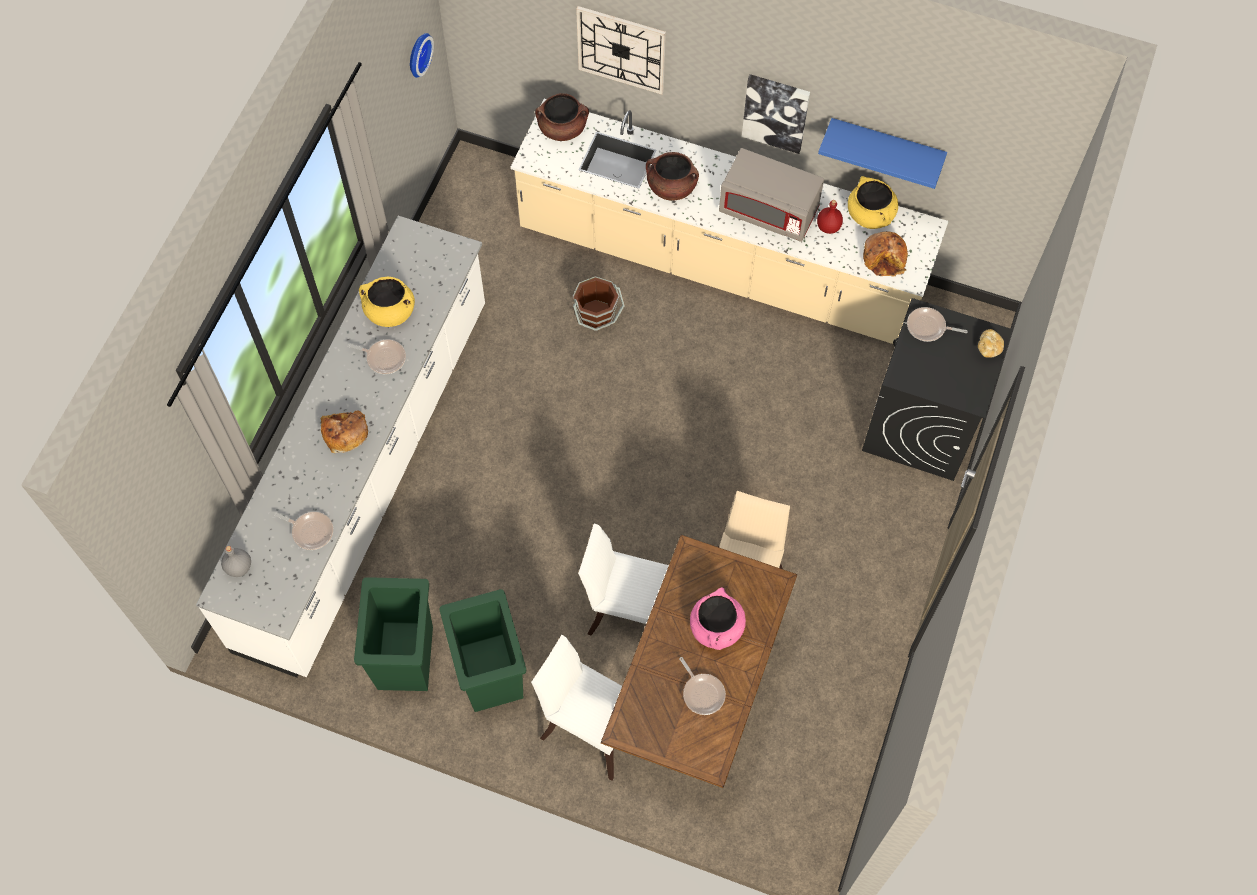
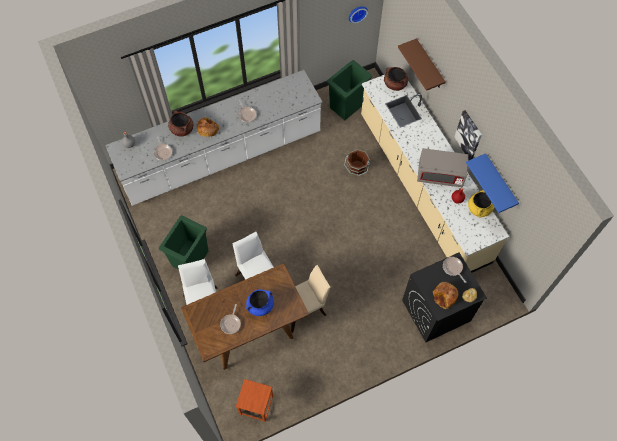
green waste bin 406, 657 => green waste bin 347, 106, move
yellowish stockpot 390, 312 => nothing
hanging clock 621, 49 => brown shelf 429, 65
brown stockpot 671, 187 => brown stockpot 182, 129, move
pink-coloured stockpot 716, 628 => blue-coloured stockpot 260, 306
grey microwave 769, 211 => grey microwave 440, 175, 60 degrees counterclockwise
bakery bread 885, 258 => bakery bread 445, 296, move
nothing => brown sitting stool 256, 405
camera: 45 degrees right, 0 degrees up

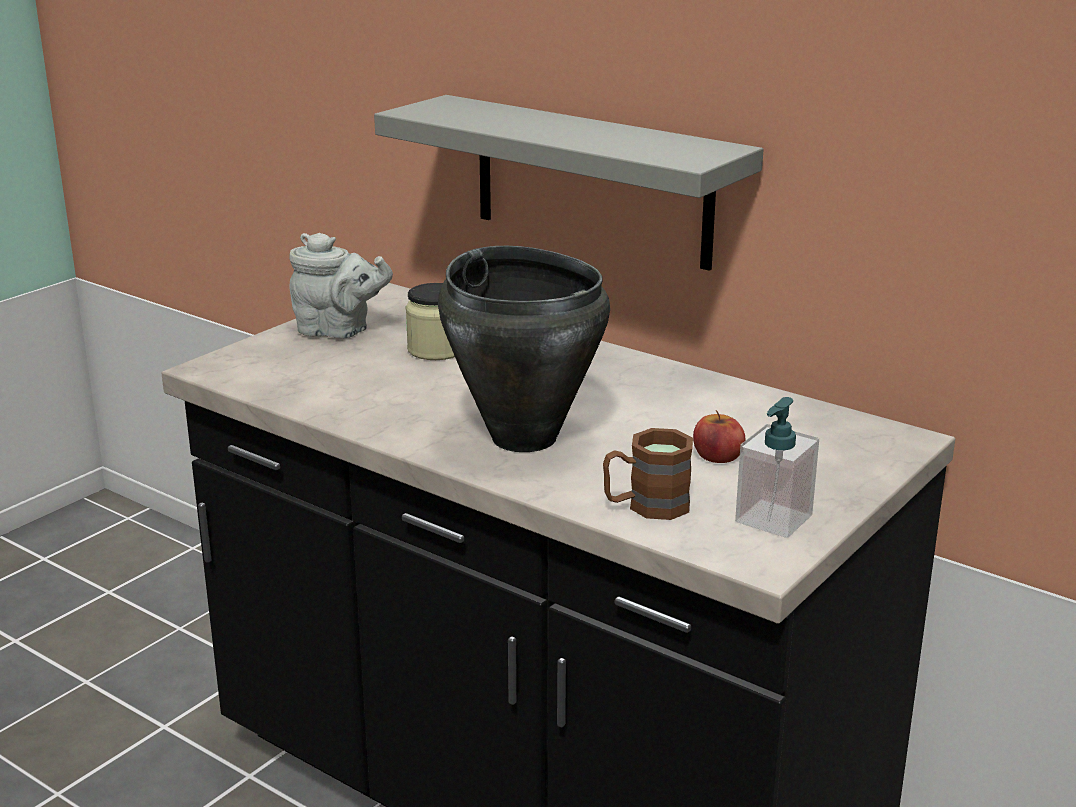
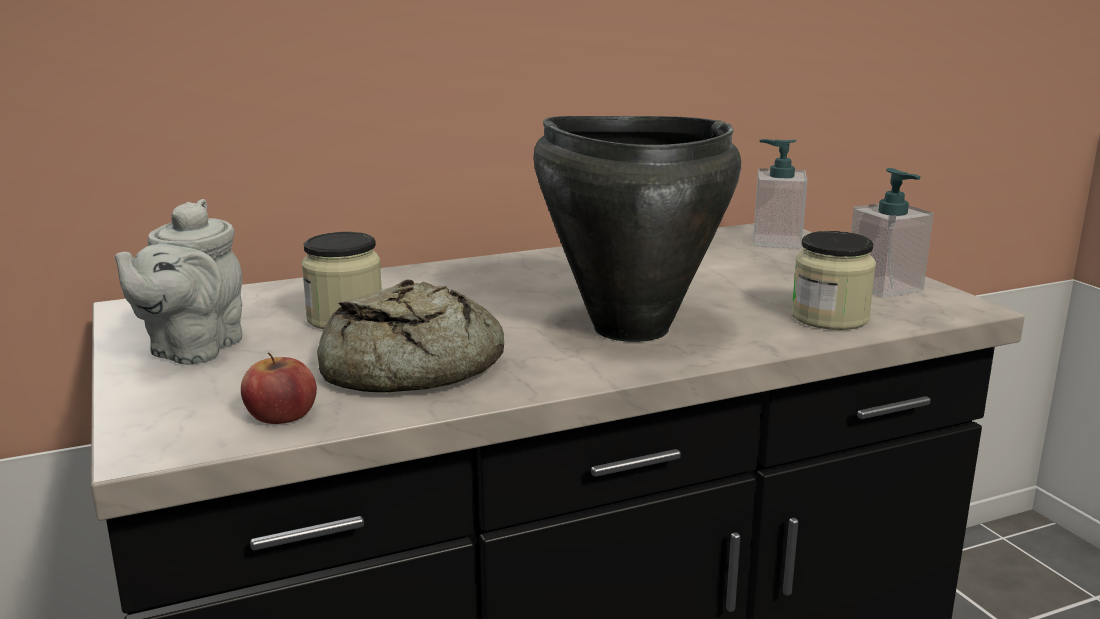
grey tea pot 338, 331 => grey tea pot 192, 350, 150 degrees clockwise
grey shelf 592, 181 => nothing
brown tea mug 646, 506 => storage jar 829, 317
apple 718, 455 => apple 281, 414, move
nothing => bakery bread 408, 367
nothing => soap bottle 776, 241
camera: 60 degrees left, 5 degrees down

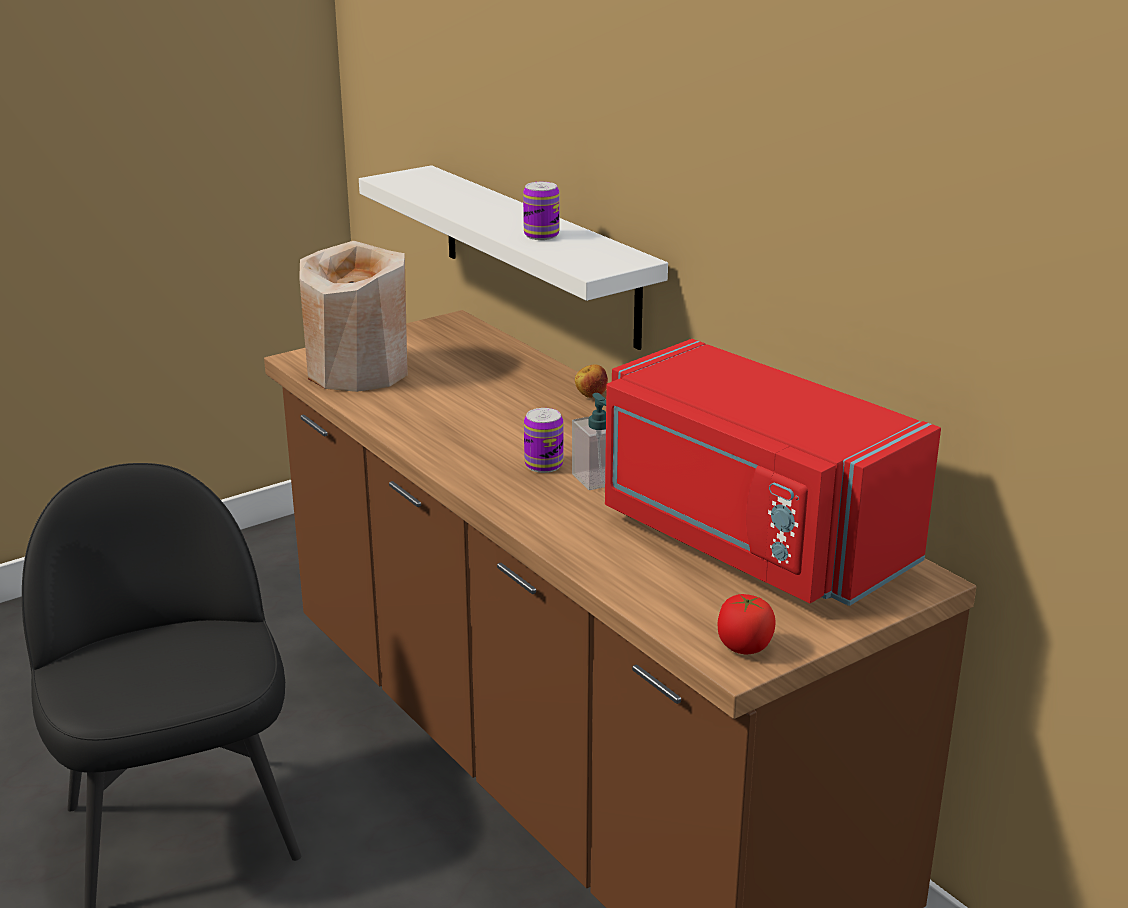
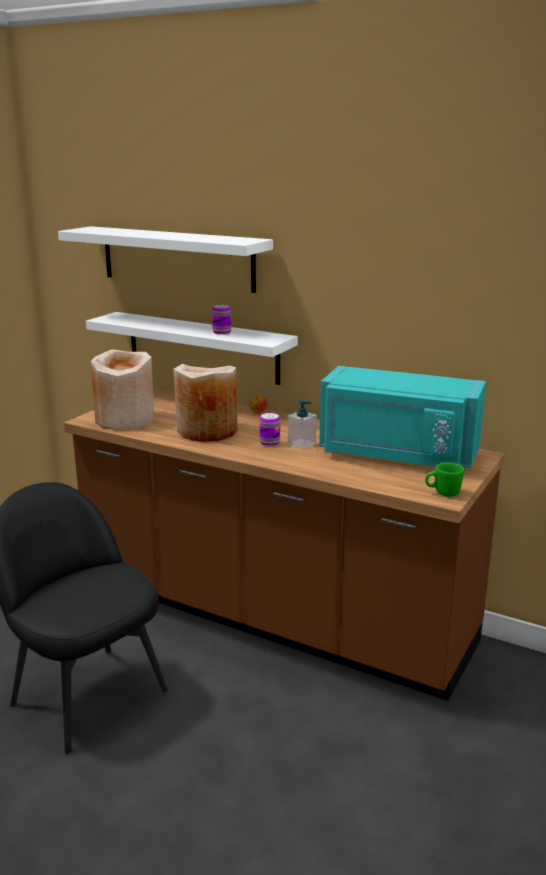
red microwave 748, 541 => turquoise-coloured microwave 397, 455
fresh tomato 744, 647 => green tea mug 442, 493
nothing => white-coloured shelf 177, 258
nothing => sand-coloured decorative vase 207, 431
camera: 25 degrees left, 5 degrees down

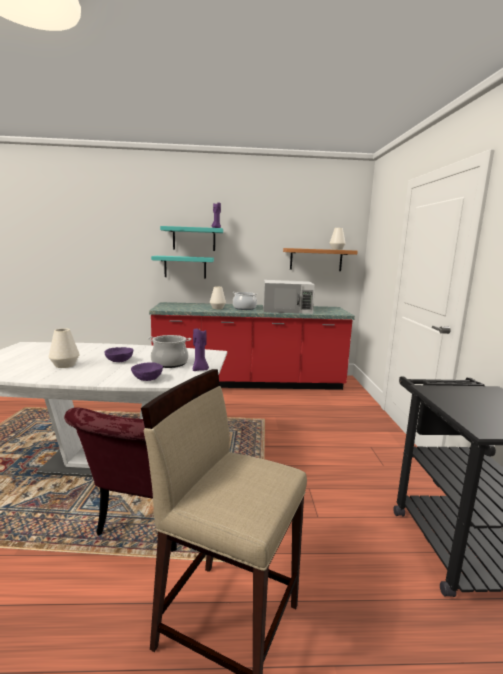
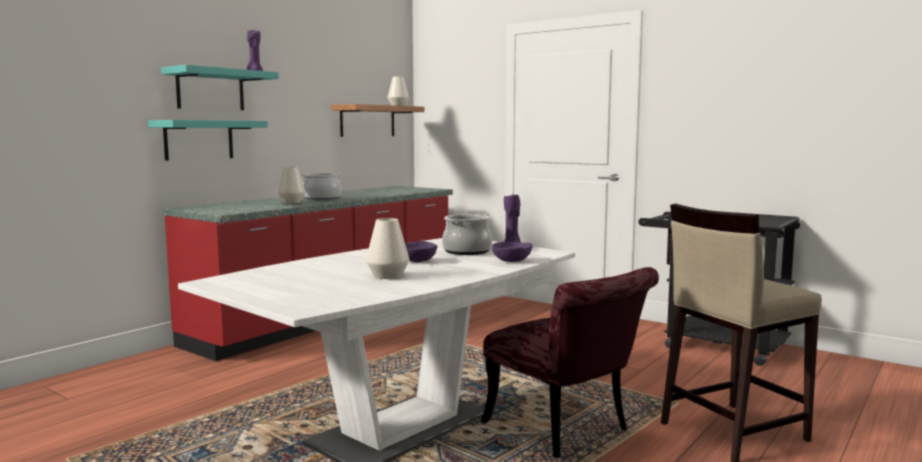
white-coloured microwave 287, 309 => nothing
camera: 50 degrees left, 5 degrees down

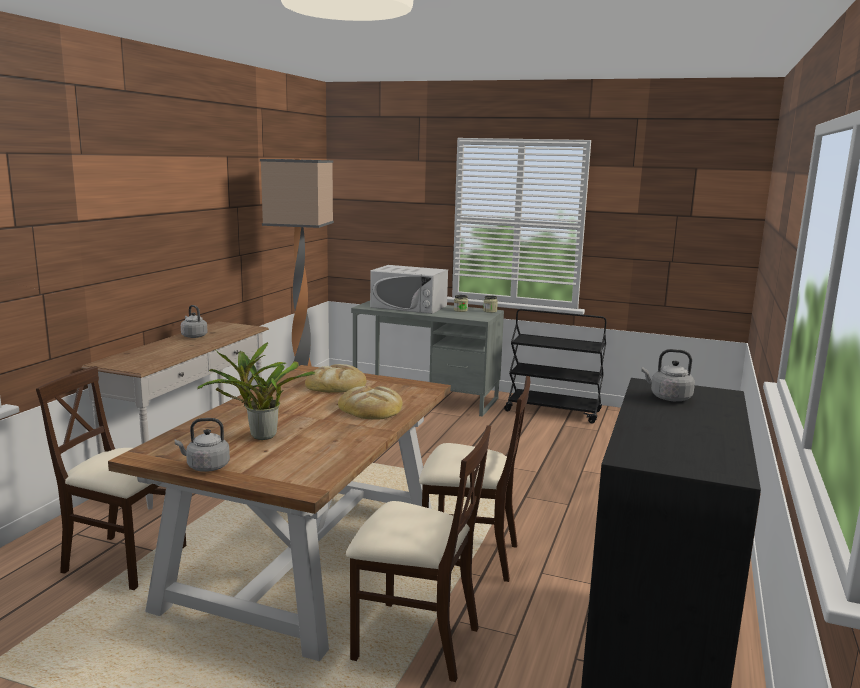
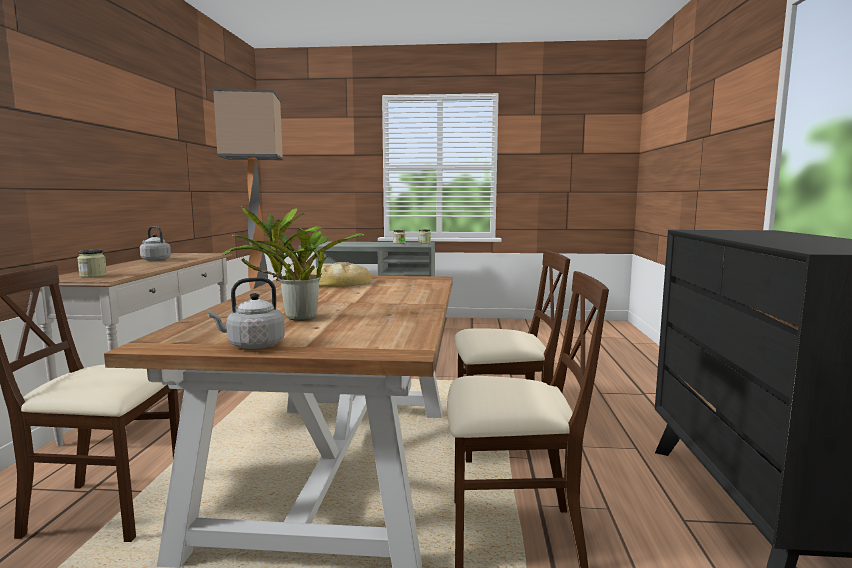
bakery bread 371, 408 => nothing
white-coloured microwave 409, 306 => nothing
blackish wheeled cart 553, 411 => nothing
grey tea kettle 668, 398 => nothing
nothing => storage jar 93, 276
camera: 15 degrees left, 5 degrees down

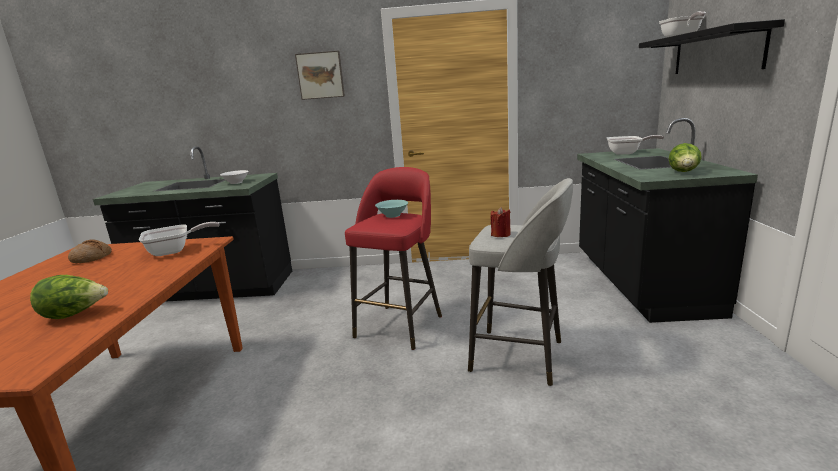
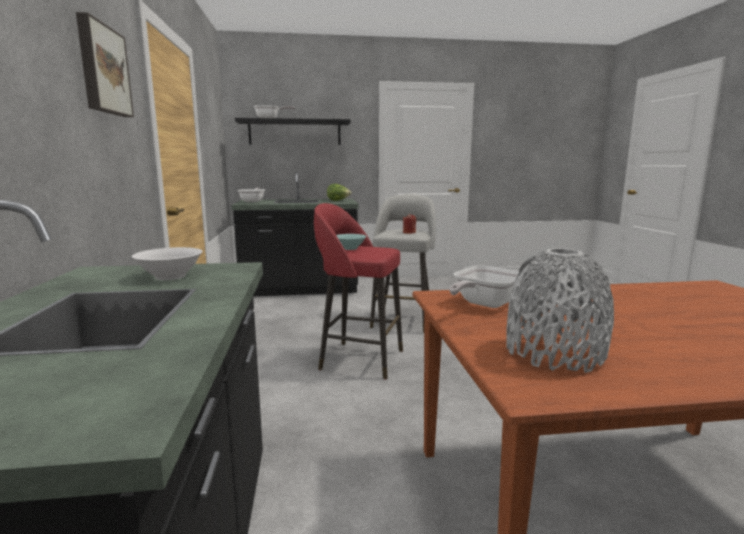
lettuce head 75, 314 => nothing
bakery bread 91, 258 => grey decorative vase 554, 353
pan 175, 251 => pan 484, 304, 105 degrees counterclockwise
camera: 100 degrees left, 5 degrees down

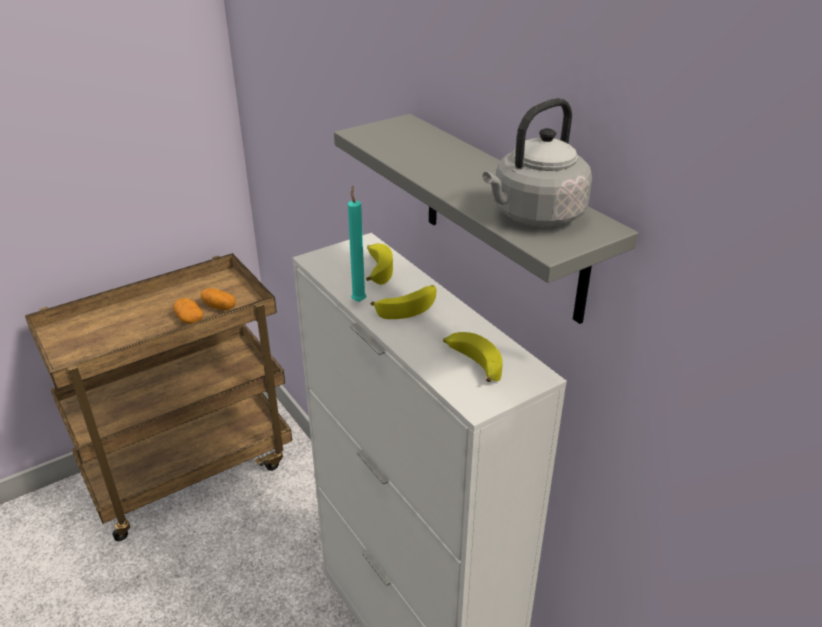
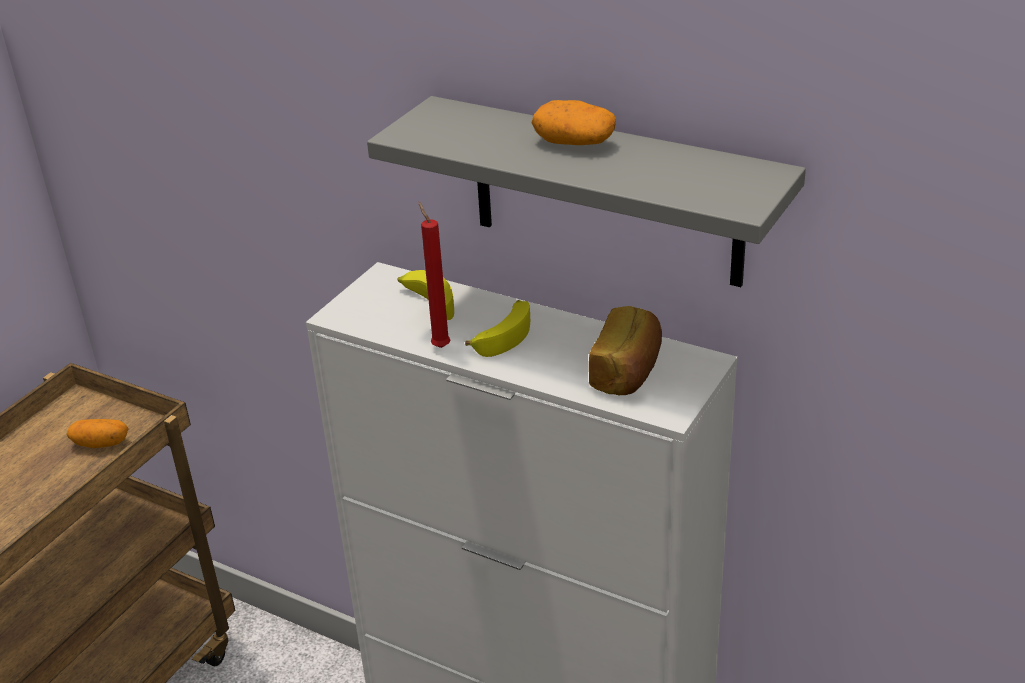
whole potato 189, 319 => whole potato 574, 143, move
turquoise-coloured wax light 359, 300 => red wax light 439, 346
banana fruit 472, 363 => bakery bread 628, 372
grey tea kettle 534, 216 => nothing
camera: 25 degrees left, 0 degrees up

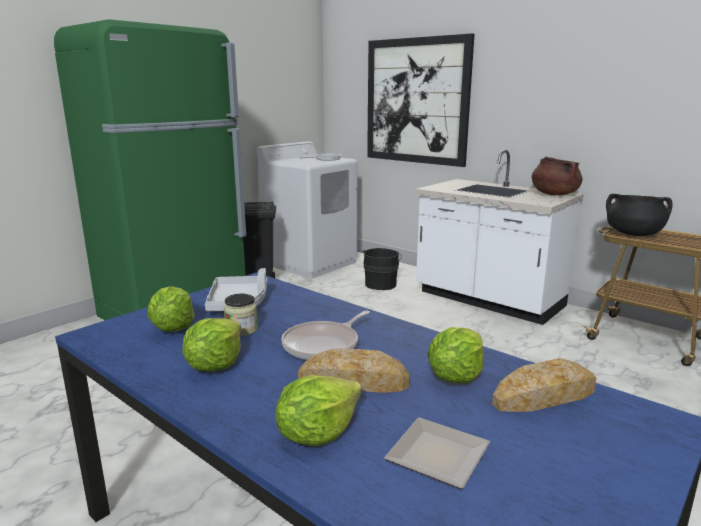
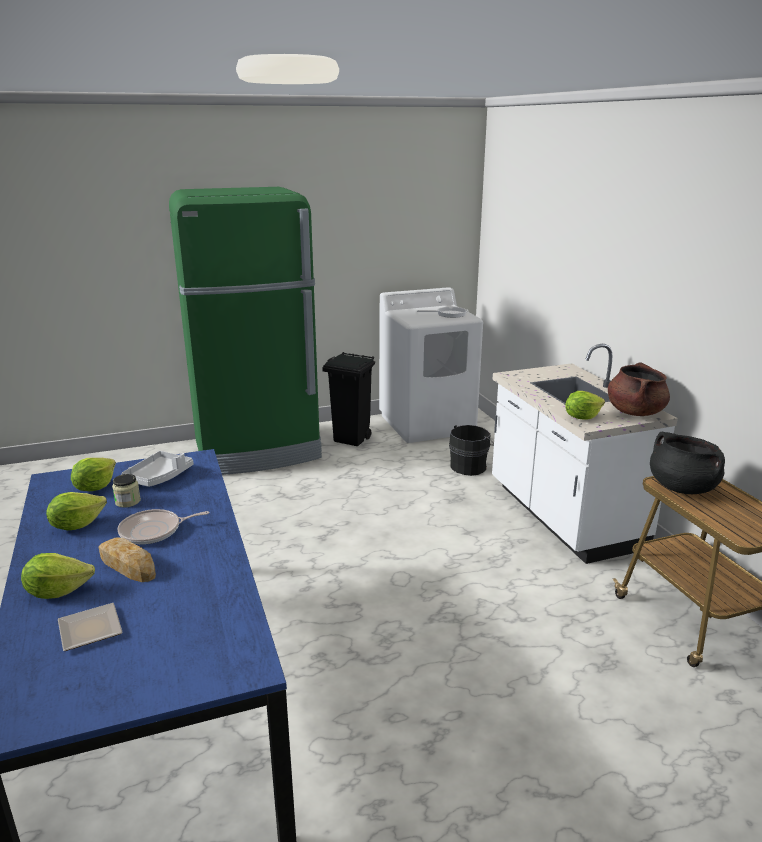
wall picture 416, 101 => nothing
lettuce head 456, 376 => lettuce head 582, 417, move
bakery bread 544, 396 => nothing
camera: 30 degrees right, 5 degrees up

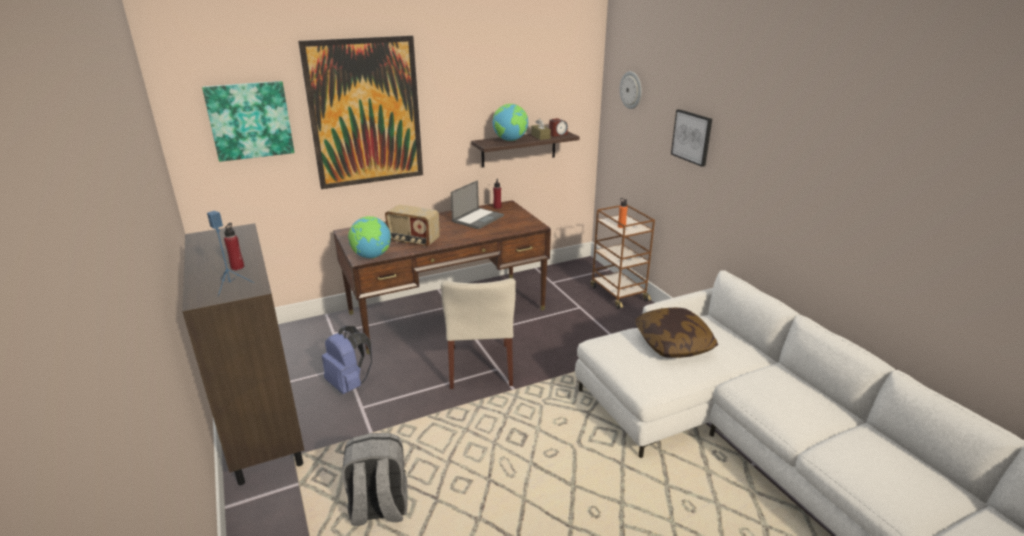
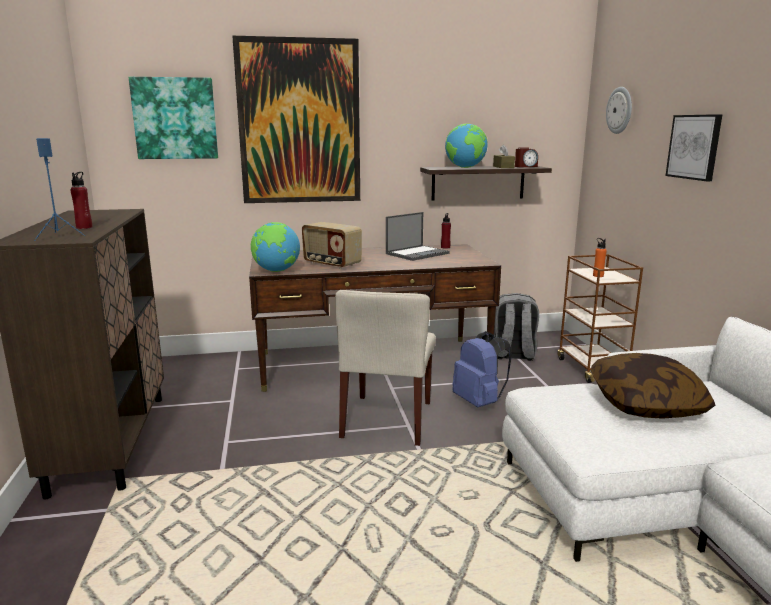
blue-coloured backpack 349, 384 => blue-coloured backpack 479, 402, move
grey backpack 379, 508 => grey backpack 513, 355, move
camera: 15 degrees right, 10 degrees down

